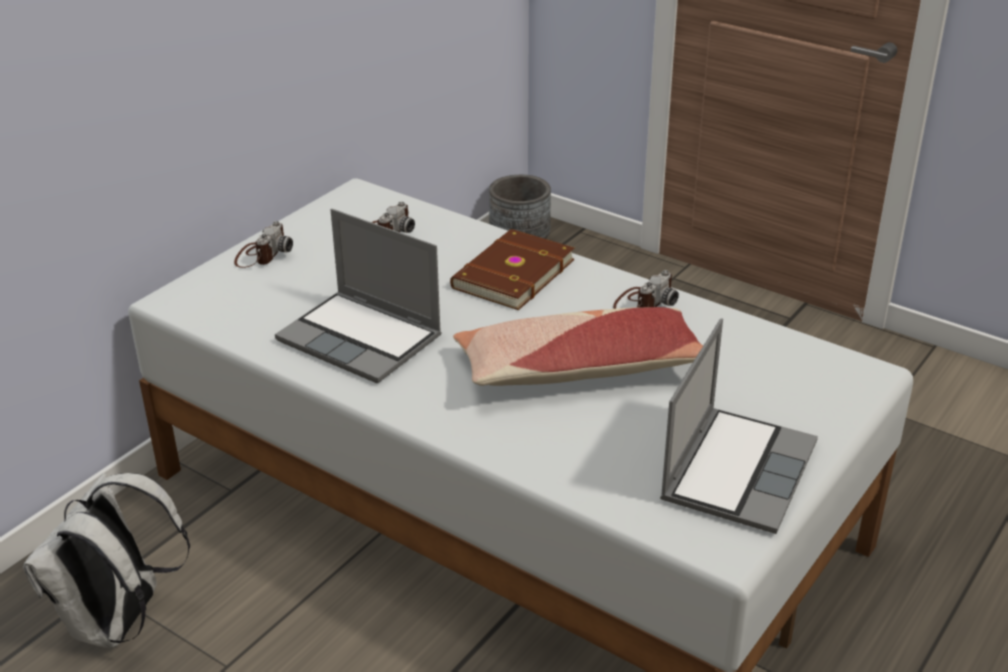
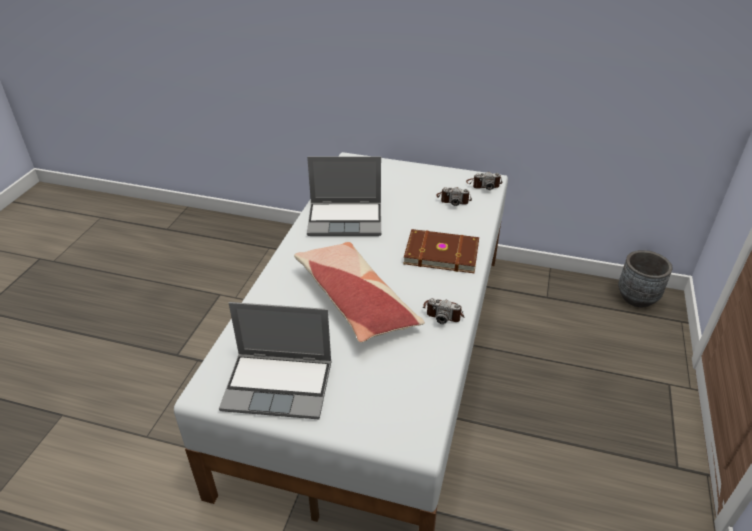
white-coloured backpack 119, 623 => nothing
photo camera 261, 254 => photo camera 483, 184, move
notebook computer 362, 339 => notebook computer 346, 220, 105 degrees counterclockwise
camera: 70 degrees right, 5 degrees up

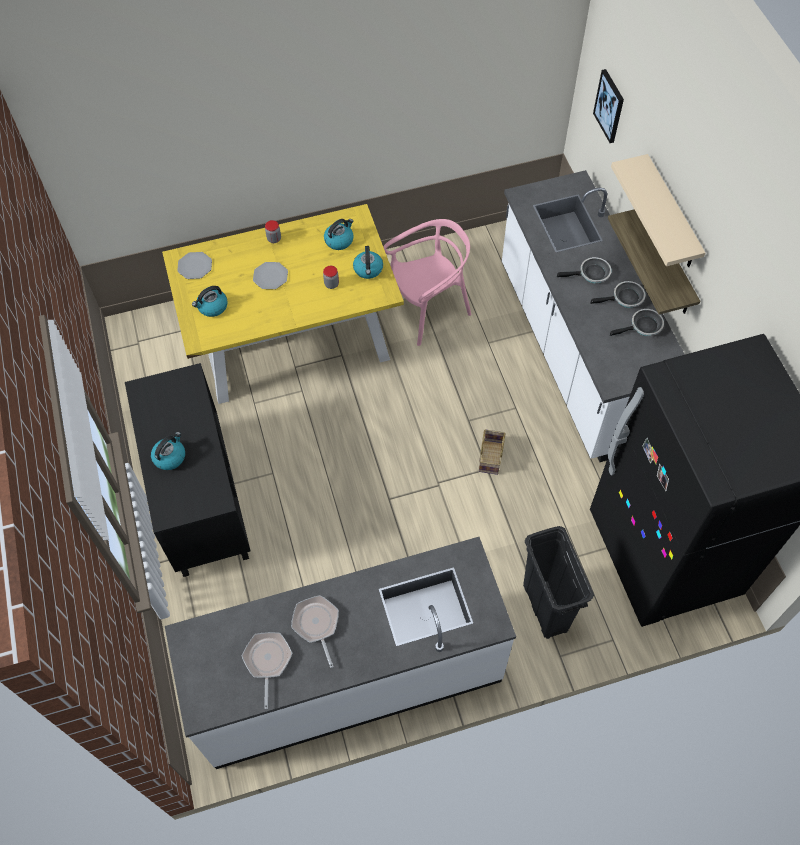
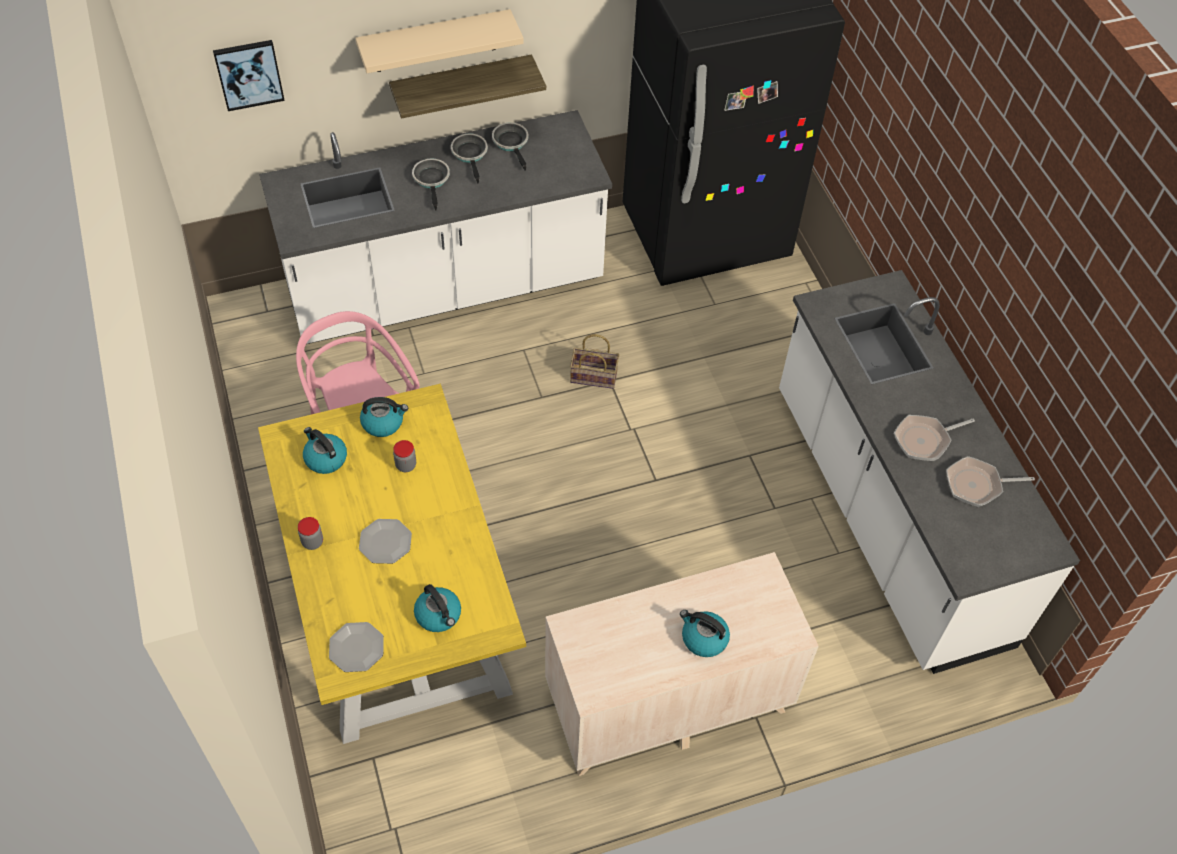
blackish dresser 200, 497 => sand-coloured dresser 666, 702
blackish waste bin 545, 608 => nothing
camera: 95 degrees left, 5 degrees down

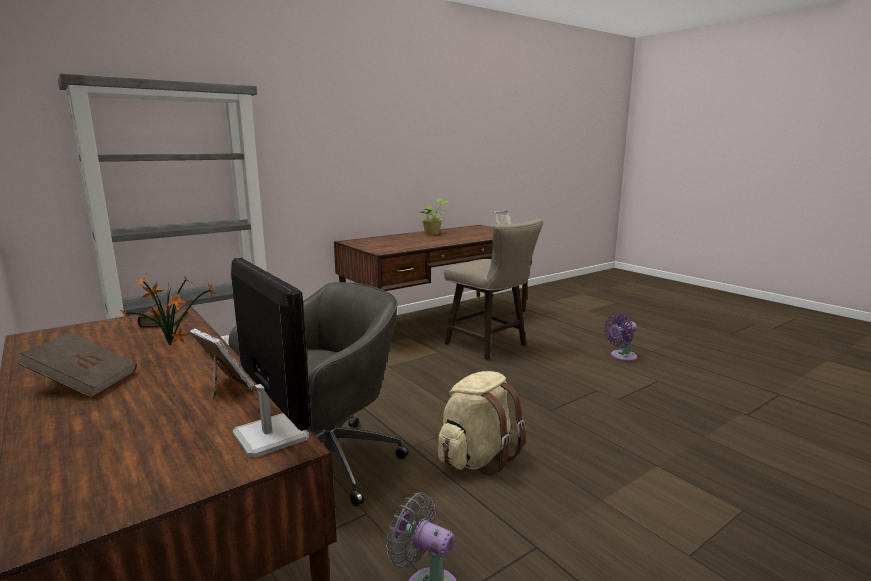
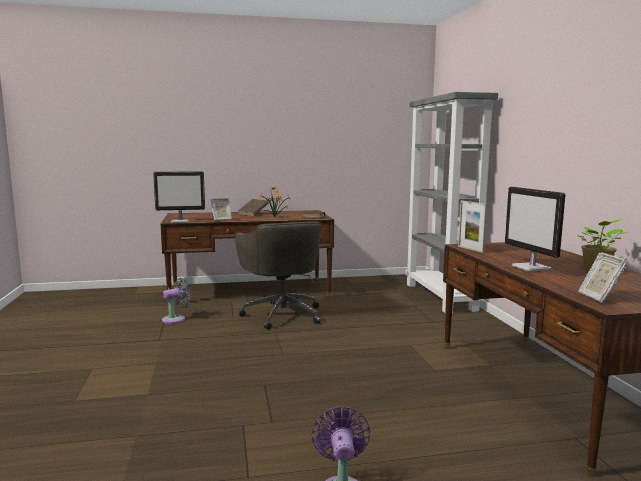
sand-coloured backpack 477, 457 => nothing
sand-coloured sitting stool 490, 346 => nothing
nothing => standing frame 470, 249
nothing => computer display 531, 268
camera: 115 degrees right, 5 degrees down

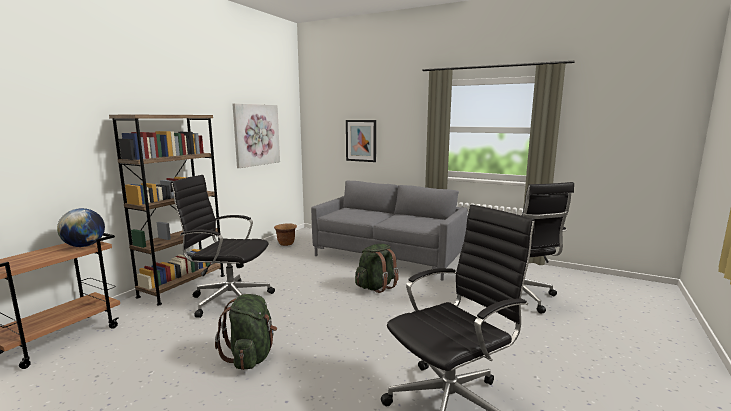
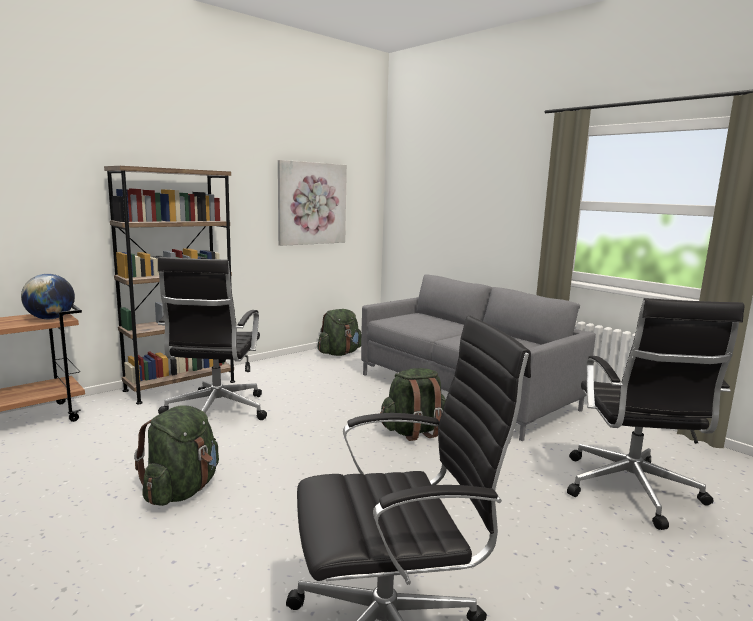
blackish computer chair 229, 299 => blackish computer chair 215, 412, 120 degrees counterclockwise
brown planter 286, 243 => green backpack 339, 353
wall picture 361, 140 => nothing
camera: 20 degrees right, 0 degrees up

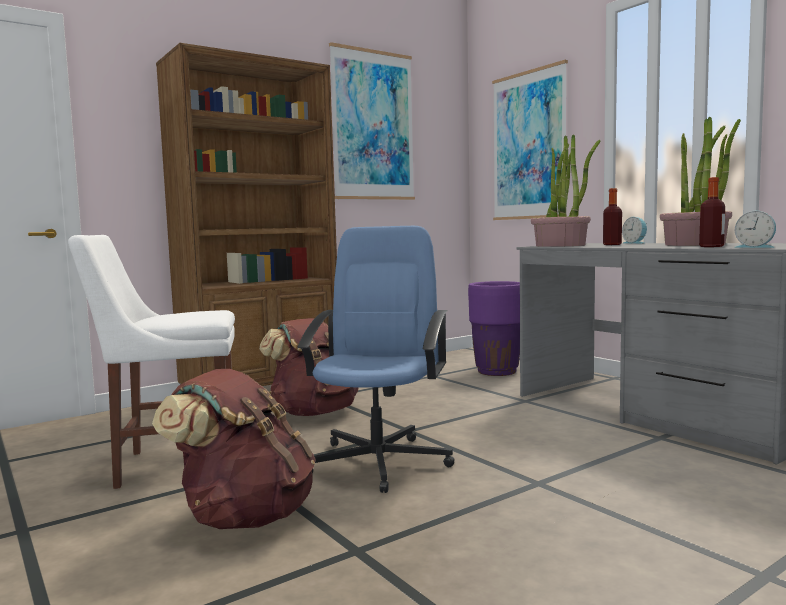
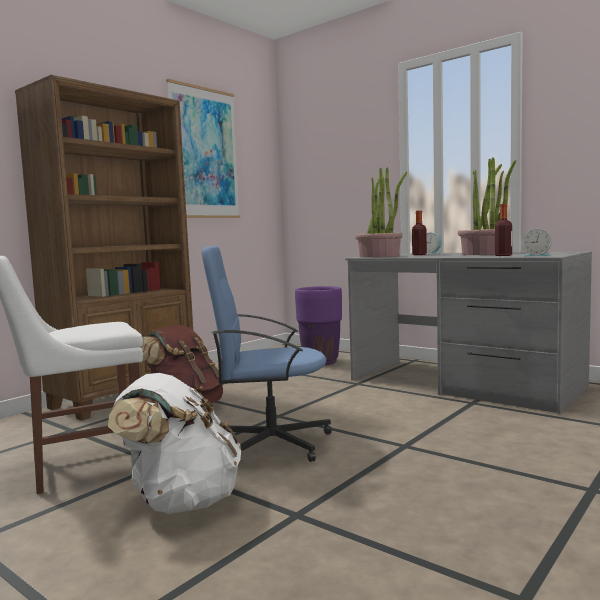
brown backpack 244, 516 => white-coloured backpack 181, 501
blue-coloured computer chair 379, 461 => blue-coloured computer chair 269, 443, 90 degrees counterclockwise
wall picture 529, 146 => nothing
camera: 15 degrees left, 0 degrees up

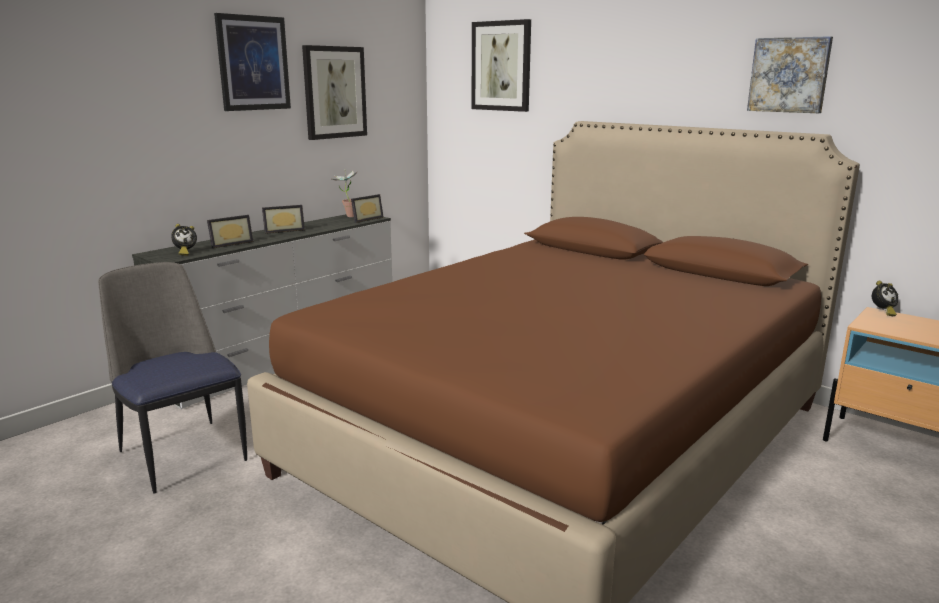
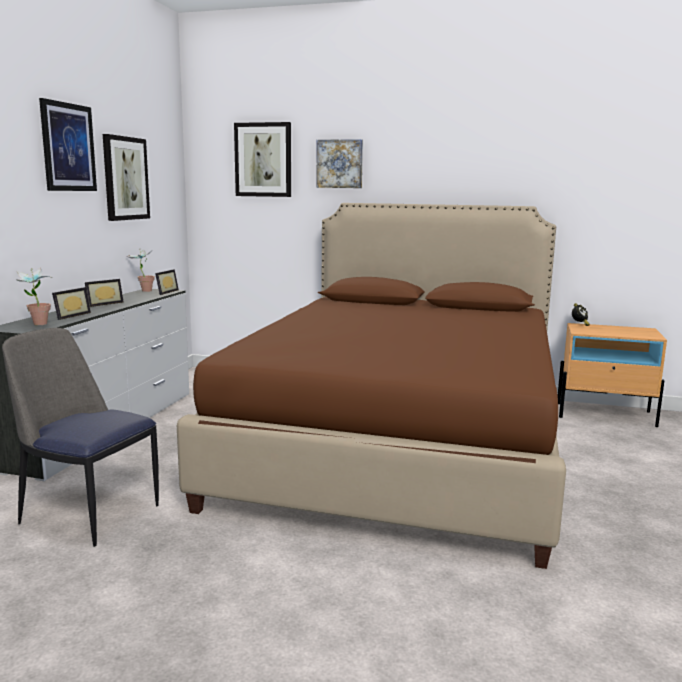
bedside clock 185, 253 => houseplant 37, 325
wall picture 789, 75 => wall picture 340, 164, move
camera: 25 degrees left, 5 degrees down

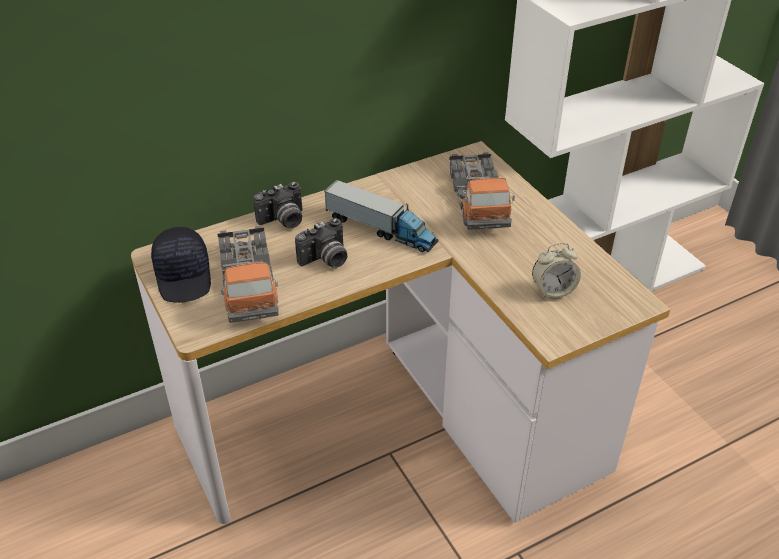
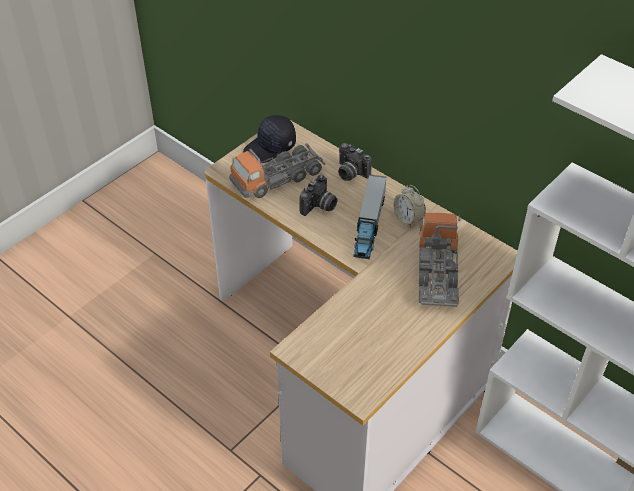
photo camera 326, 260 => photo camera 319, 207, 90 degrees counterclockwise
toy lorry 478, 200 => toy lorry 437, 272, 120 degrees clockwise
bedside clock 553, 291 => bedside clock 408, 219, move
camera: 70 degrees right, 5 degrees up

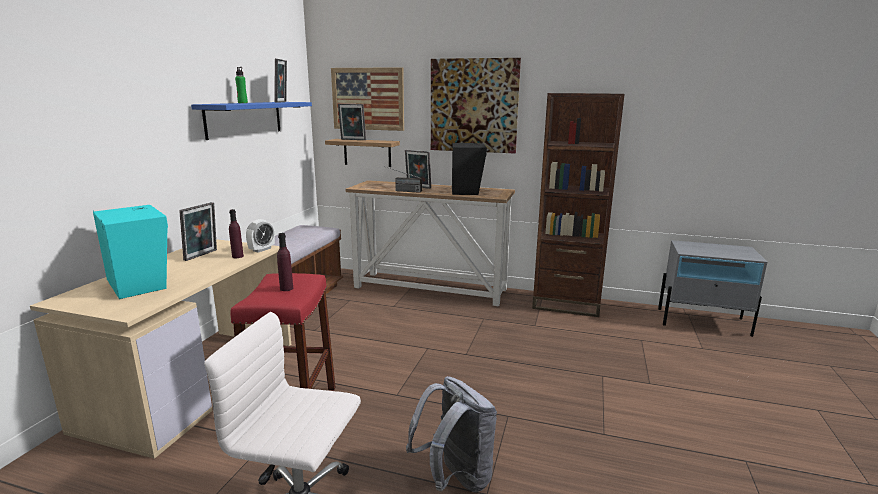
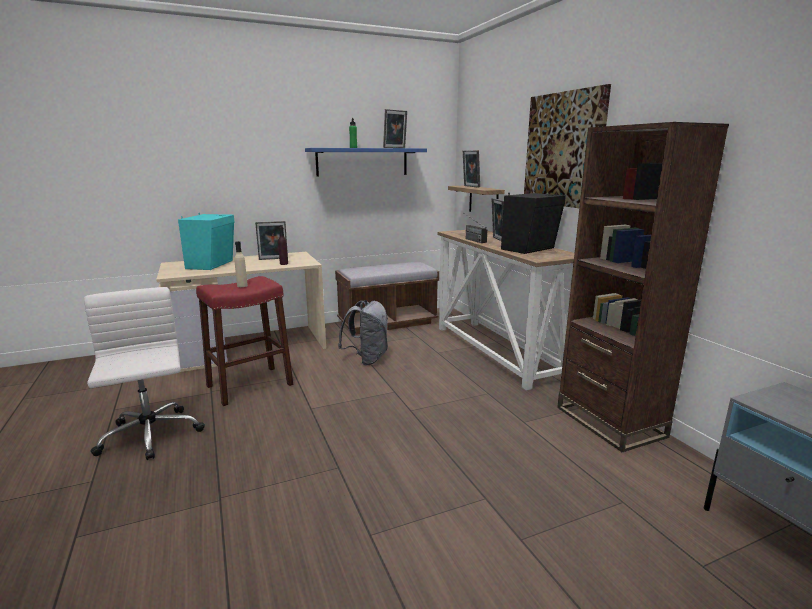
bedside clock 262, 249 => nothing
purplish drink bottle 286, 288 => sand-coloured drink bottle 242, 286
wall picture 368, 99 => nothing
grey backpack 455, 478 => grey backpack 367, 359, move
camera: 50 degrees right, 0 degrees up

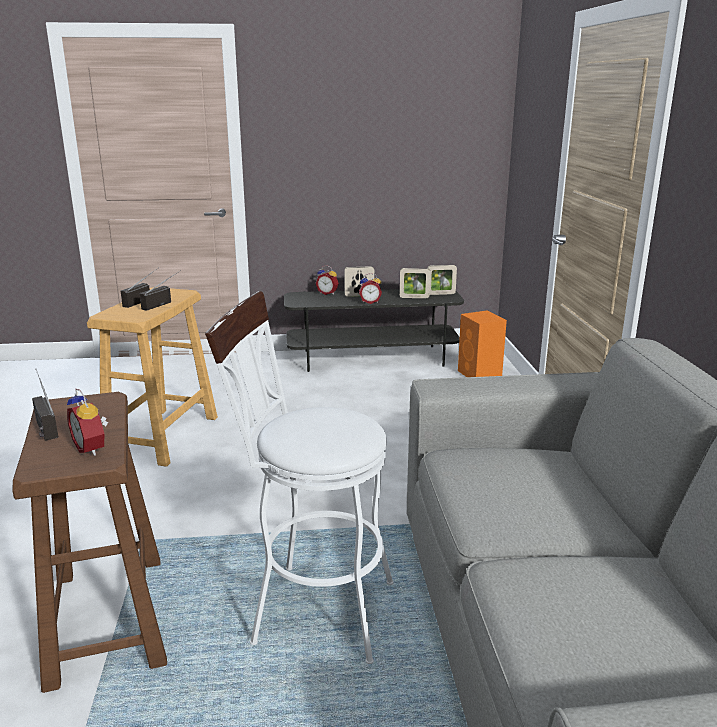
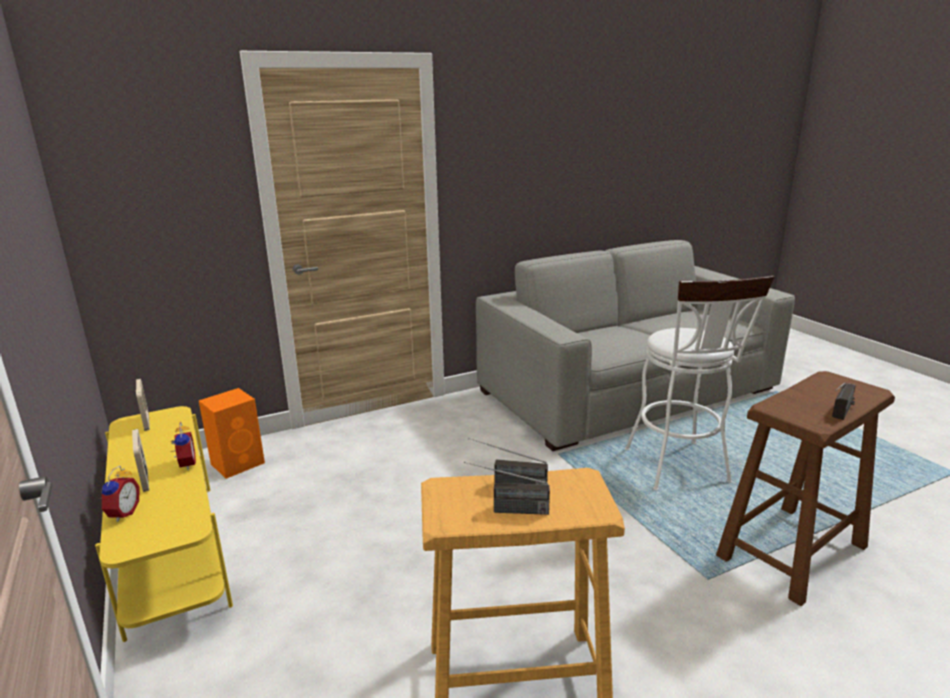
bedside clock 92, 448 => nothing
grey tv unit 373, 358 => yellowish tv unit 173, 553
standing frame 414, 297 => nothing
camera: 110 degrees left, 0 degrees up

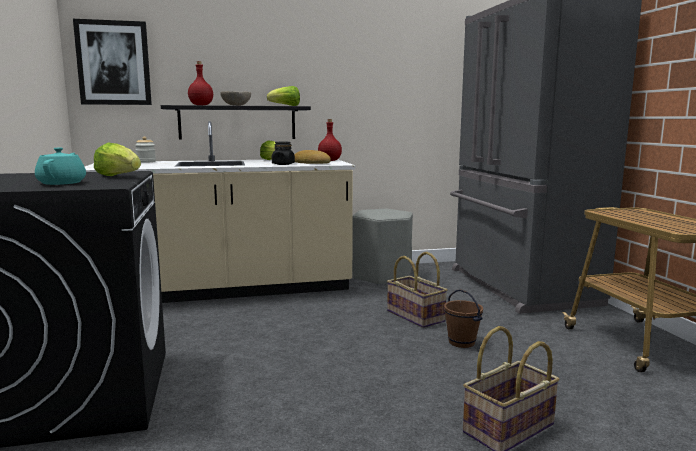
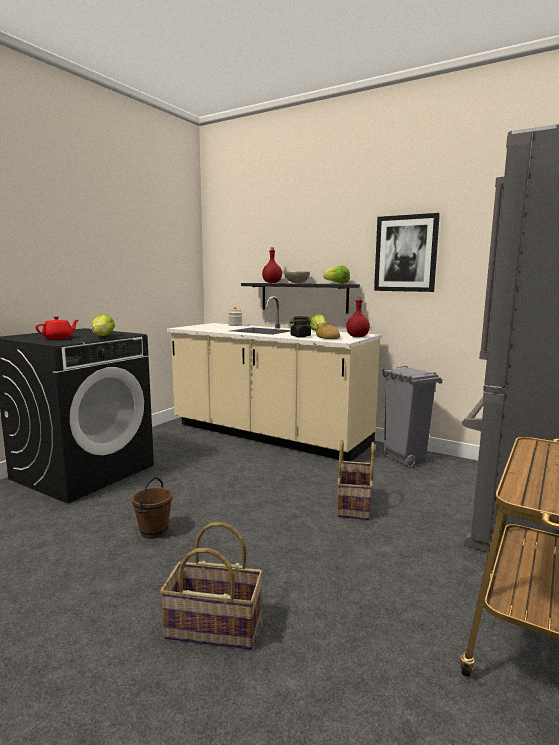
turquoise-coloured tea pot 62, 183 => red tea pot 59, 338
wall picture 114, 63 => wall picture 406, 253, move
grey sitting stool 381, 276 => grey waste bin 404, 460
brown bucket 461, 342 => brown bucket 153, 531, move
camera: 45 degrees right, 0 degrees up

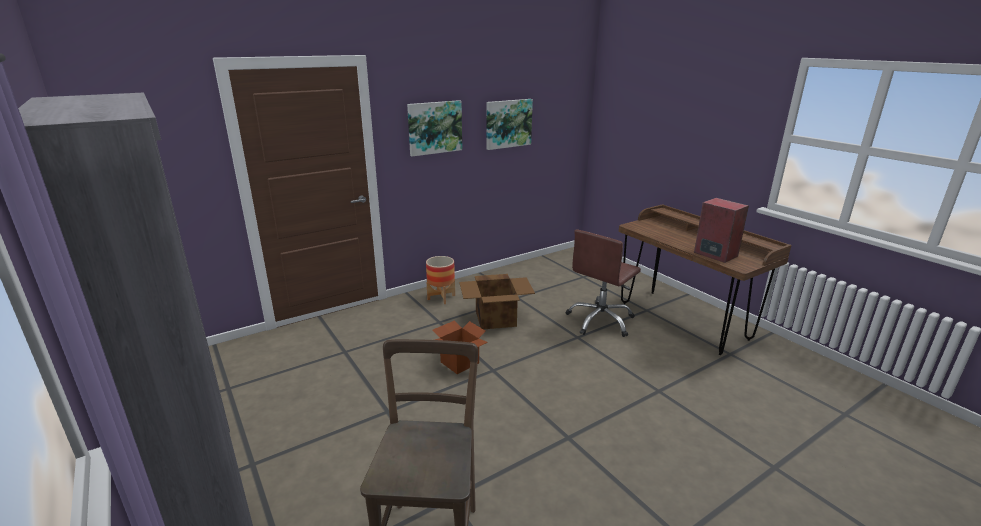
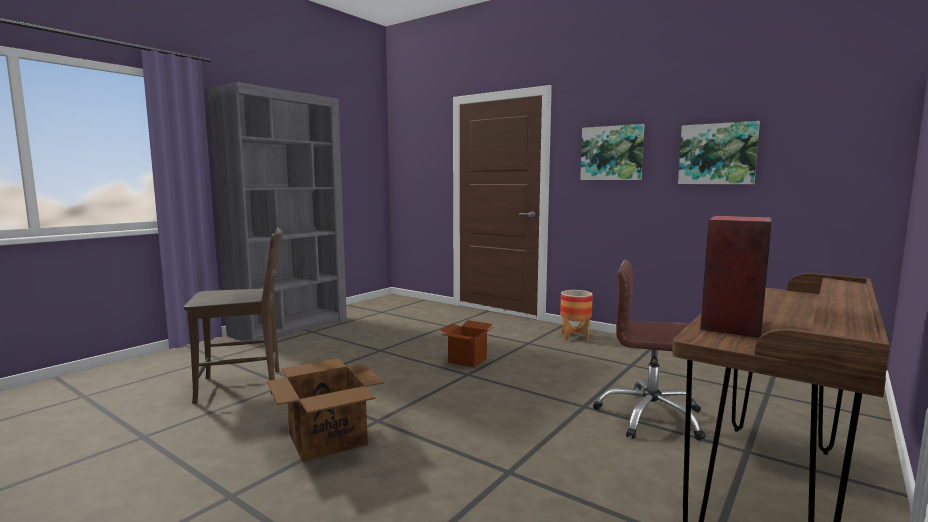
packing box 496, 318 => packing box 327, 439, move
camera: 70 degrees right, 15 degrees down

